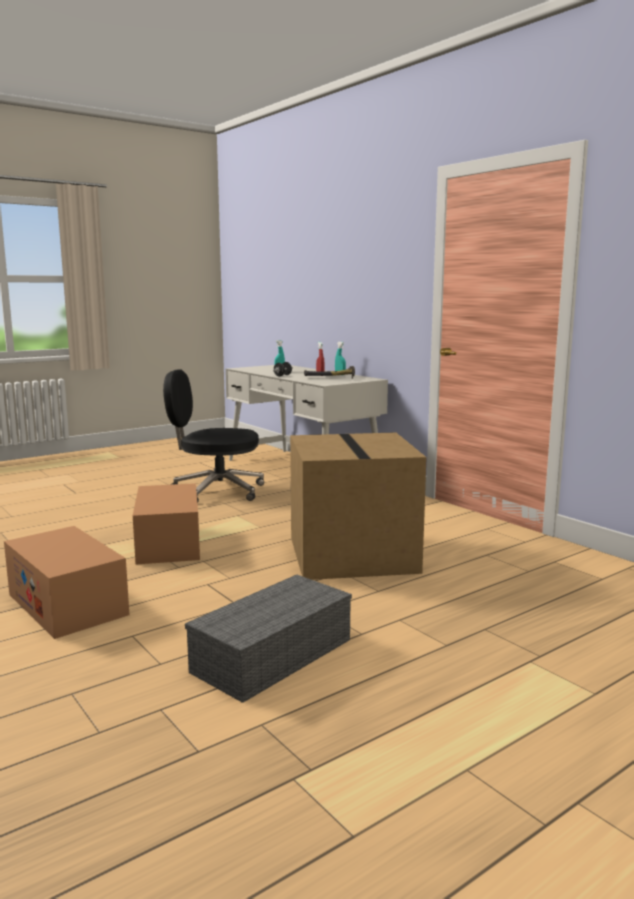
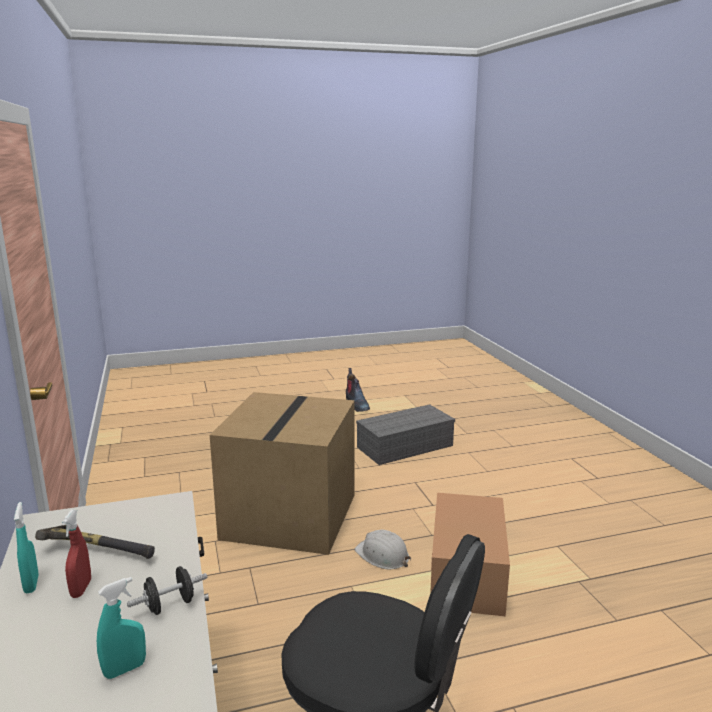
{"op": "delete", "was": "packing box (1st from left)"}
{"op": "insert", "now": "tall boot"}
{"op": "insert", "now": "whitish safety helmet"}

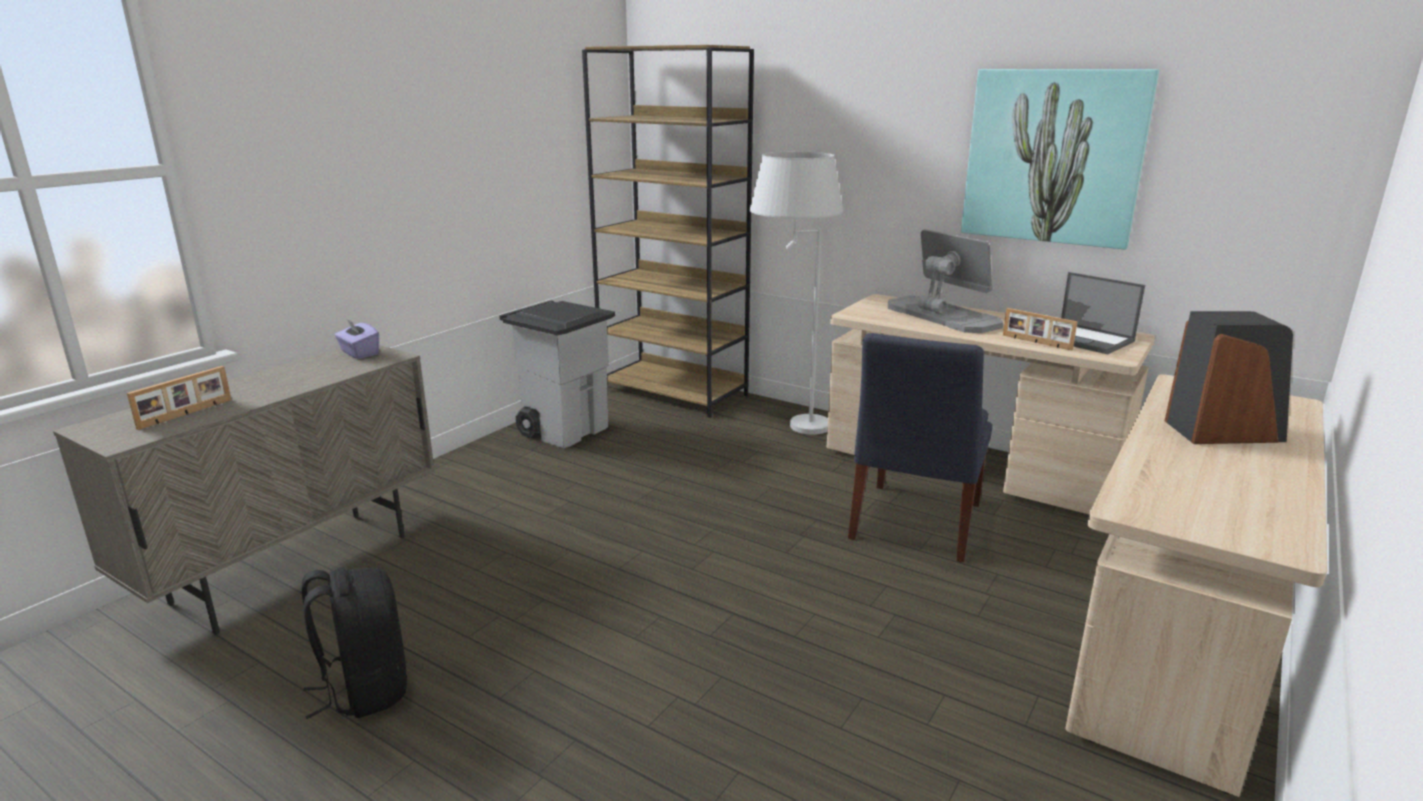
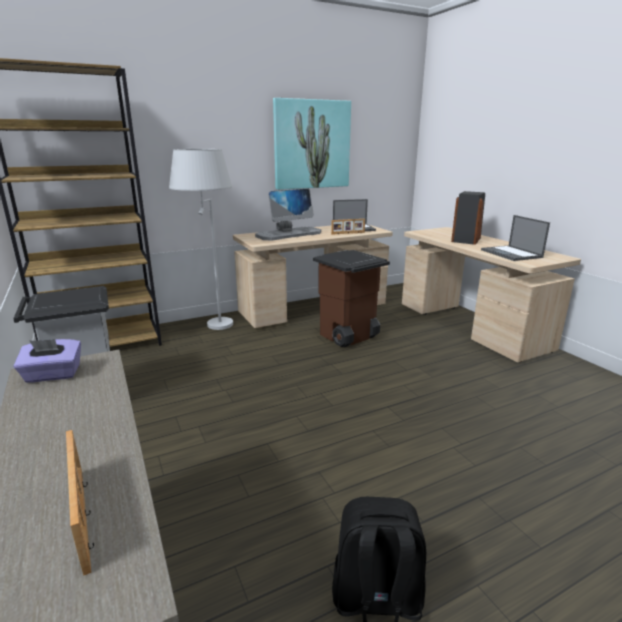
{"op": "insert", "now": "portable computer (2nd from left)"}
{"op": "replace", "was": "bluish upright chair", "now": "brownish trash can"}
{"op": "rotate", "was": "monitor", "clockwise": 150}

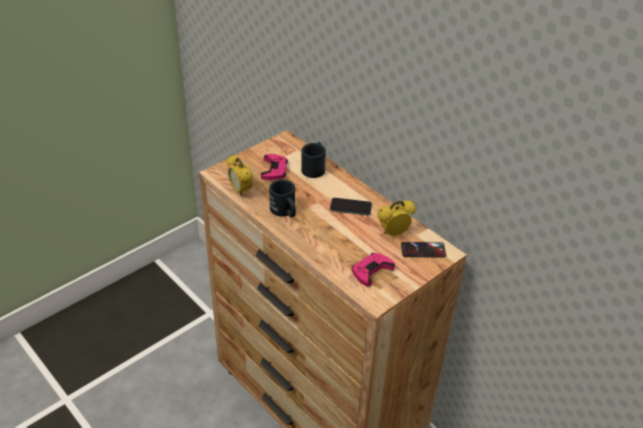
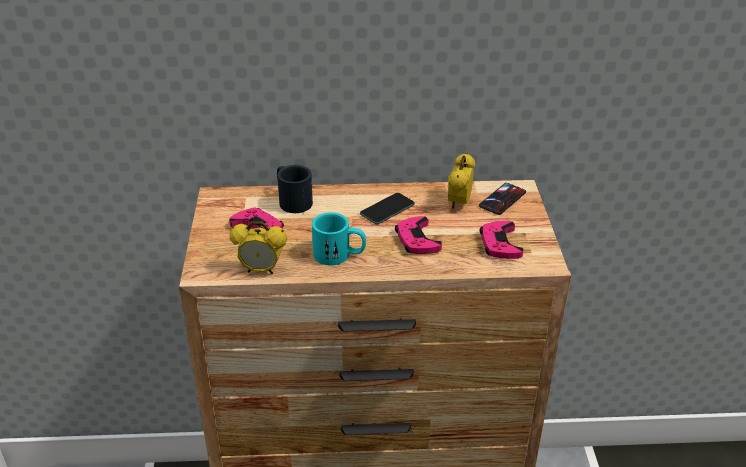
{"op": "insert", "now": "pinkish game controller (2nd from left)"}
{"op": "recolor", "was": "black-coloured tea mug (1st from left)", "now": "turquoise tea mug"}

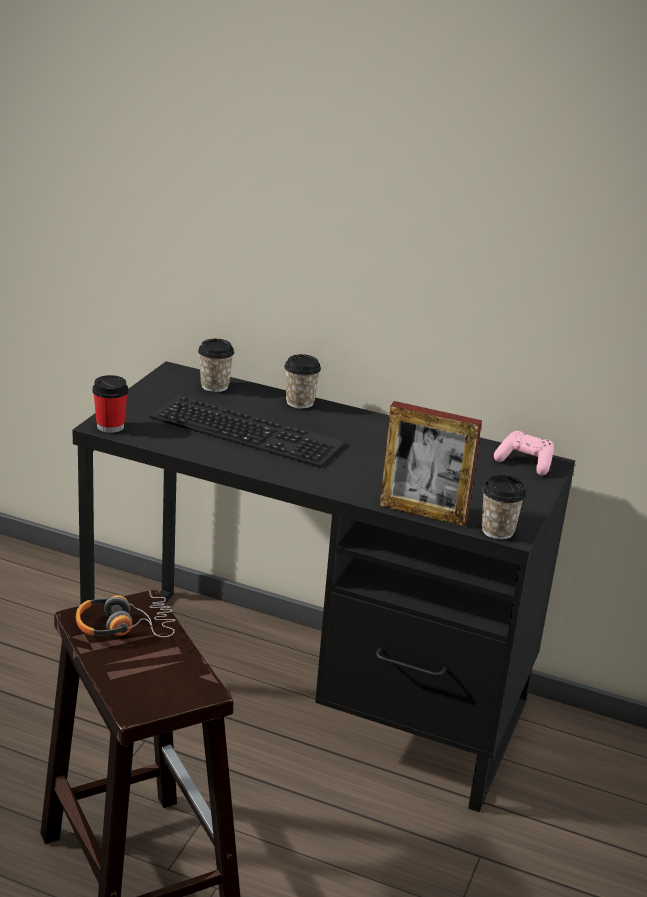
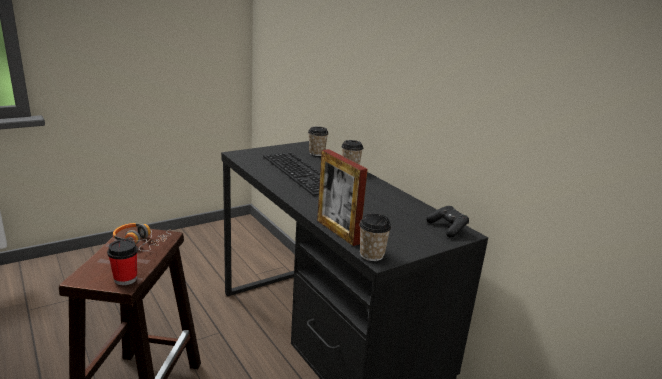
{"op": "move", "was": "drinking cup (1st from left)"}
{"op": "recolor", "was": "pinkish game controller", "now": "black-coloured game controller"}

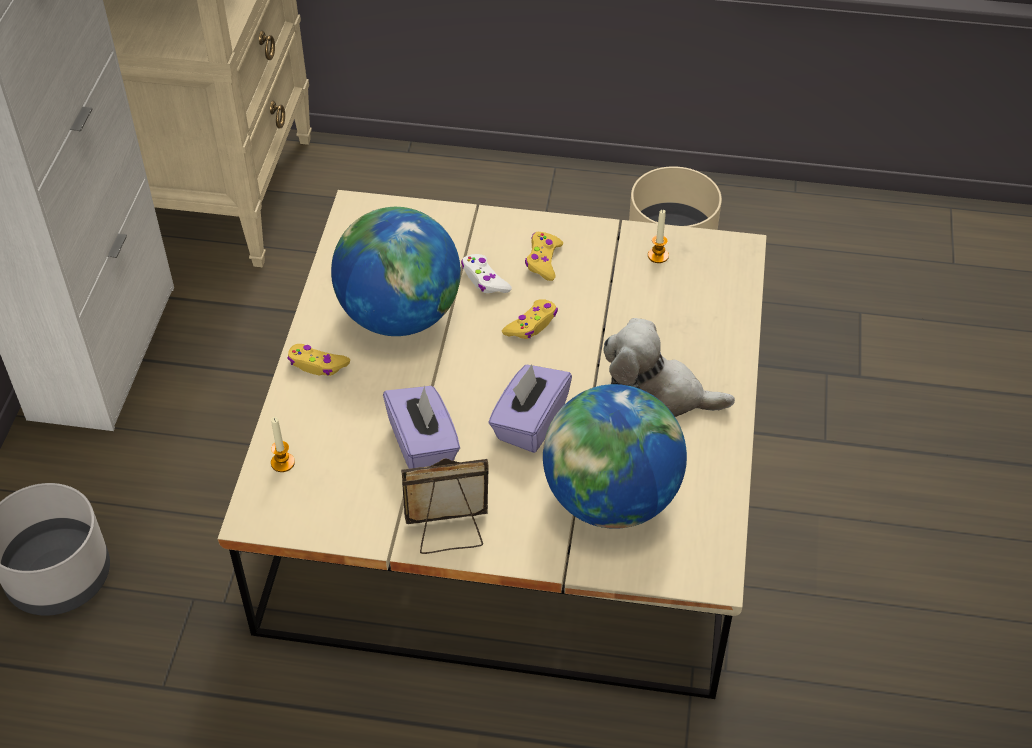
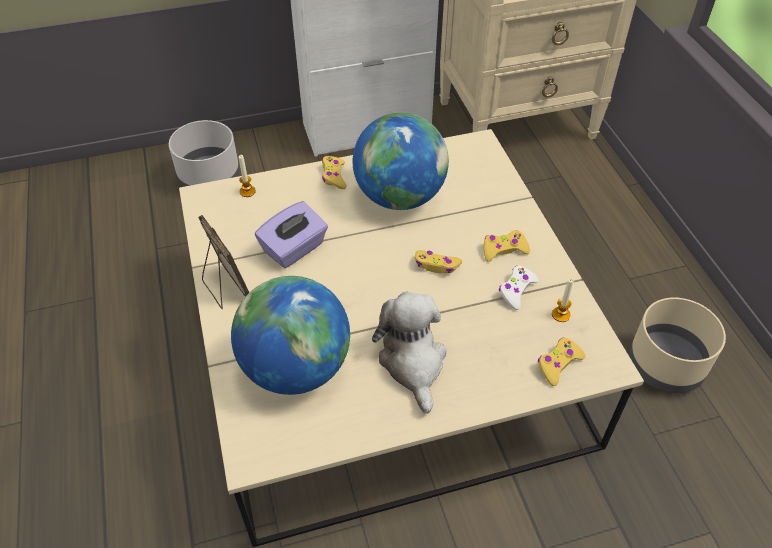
{"op": "delete", "was": "purplish tissue holder (2nd from left)"}
{"op": "insert", "now": "yellow-coloured game controller (4th from left)"}
{"op": "move", "was": "whitish game controller"}

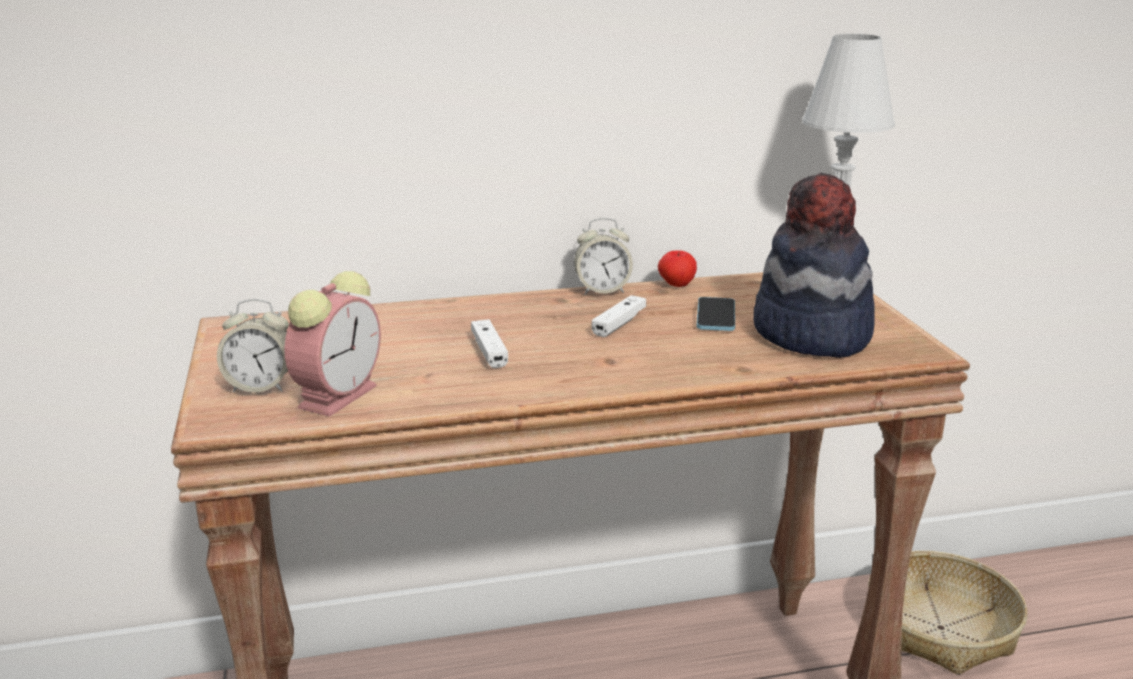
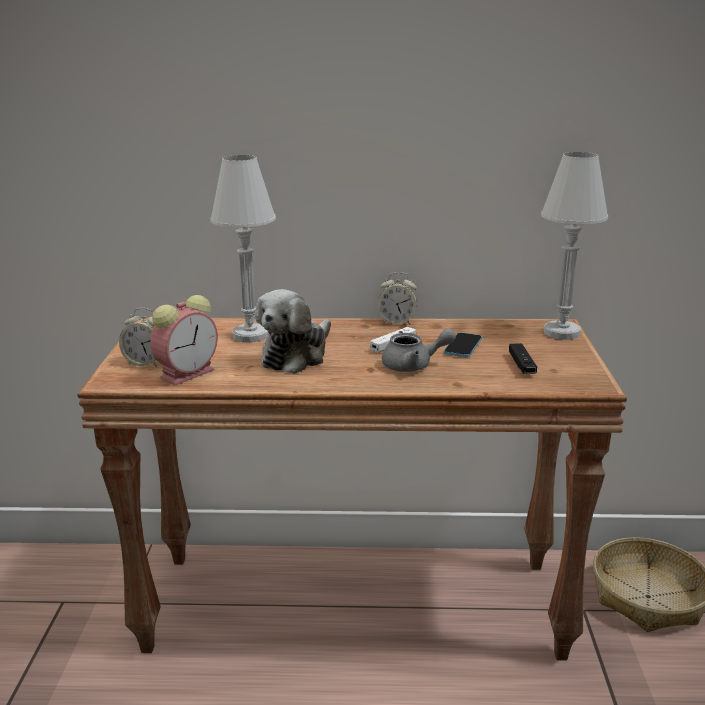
{"op": "delete", "was": "whole apple"}
{"op": "insert", "now": "whitish tabletop lamp (1st from left)"}
{"op": "insert", "now": "grey tea pot"}
{"op": "replace", "was": "whitish game controller (1st from left)", "now": "cuddly toy"}
{"op": "replace", "was": "hat", "now": "black-coloured game controller"}

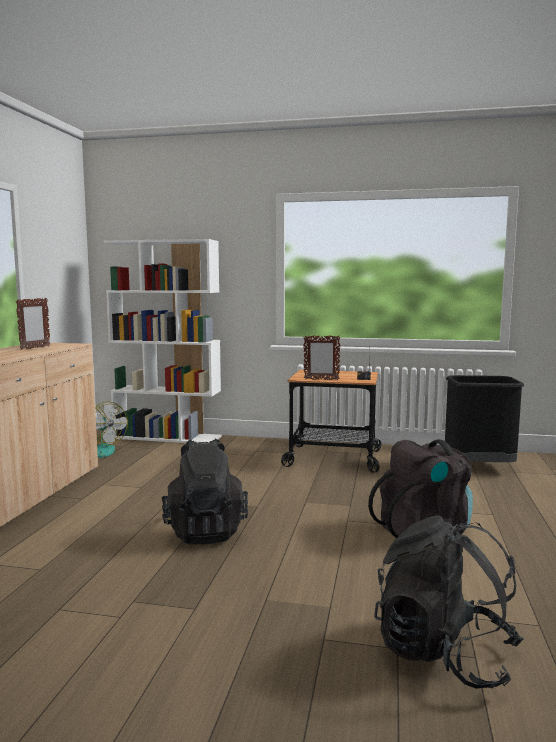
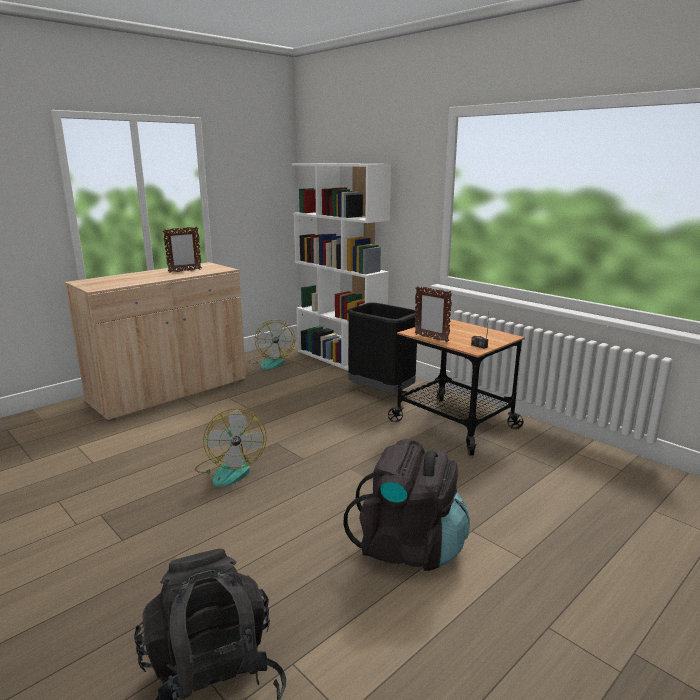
{"op": "move", "was": "black-coloured trash can"}
{"op": "replace", "was": "black-coloured knapsack (1st from left)", "now": "cooling fan (1st from left)"}

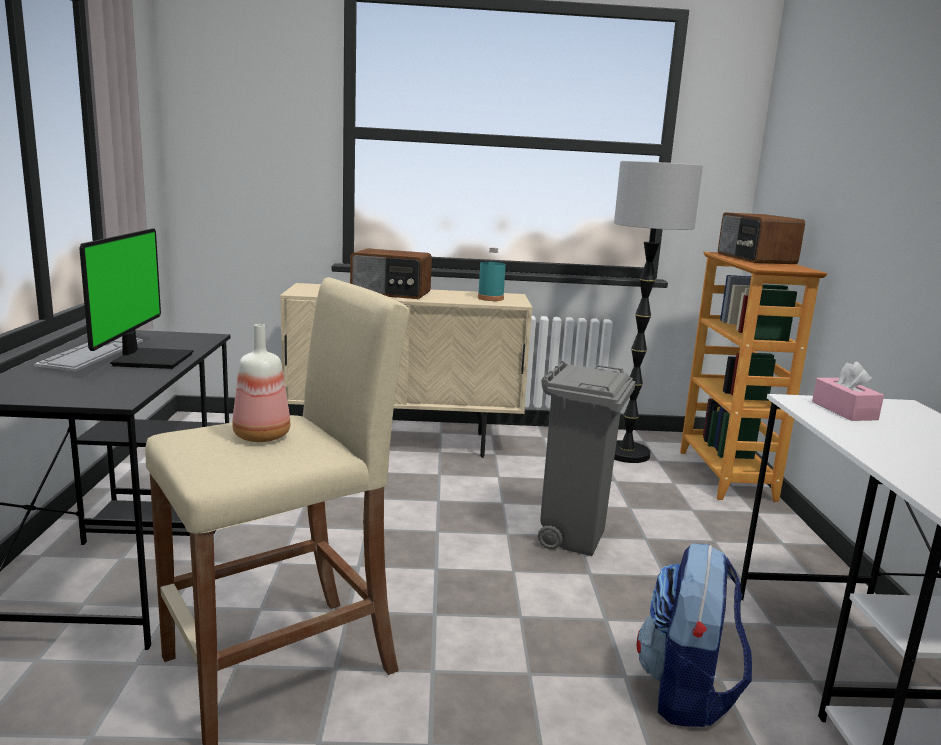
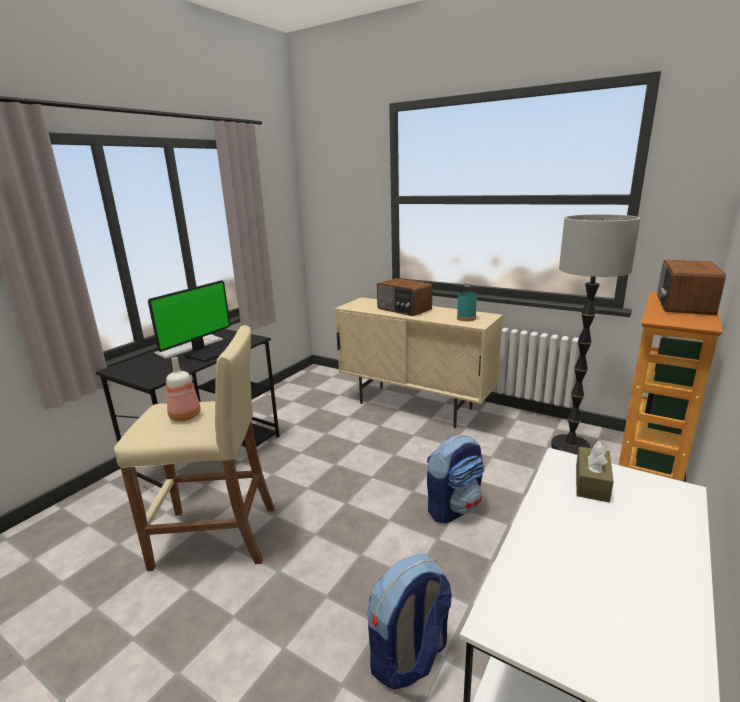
{"op": "replace", "was": "grey trash can", "now": "knapsack (2nd from left)"}
{"op": "recolor", "was": "pinkish tissue holder", "now": "brownish tissue holder"}

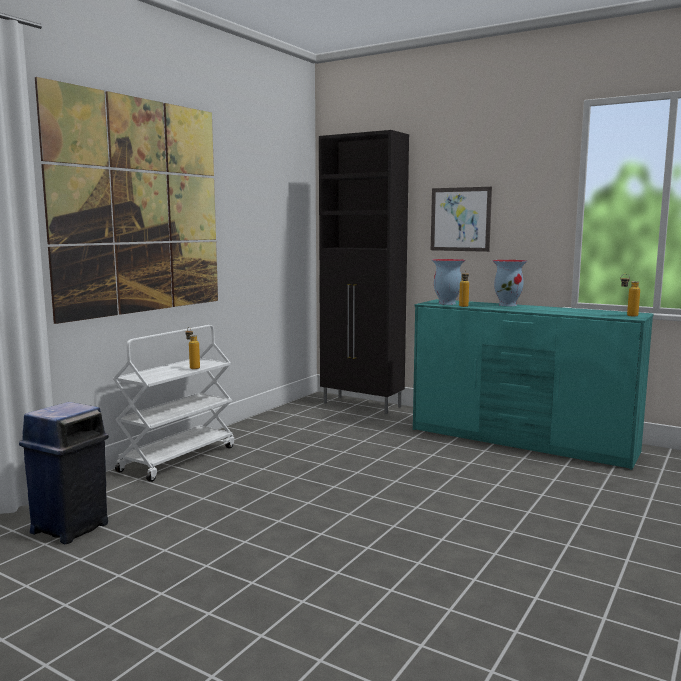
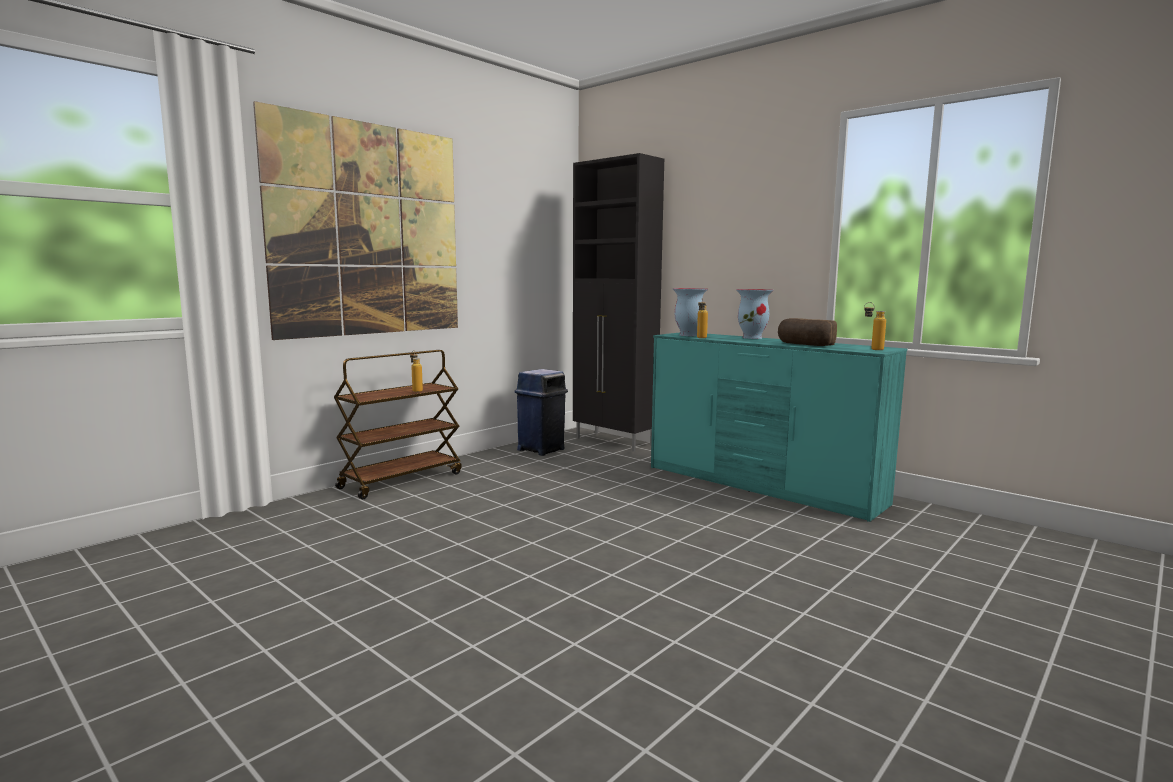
{"op": "delete", "was": "wall art (2nd from left)"}
{"op": "insert", "now": "bakery bread"}
{"op": "move", "was": "bluish trash can"}
{"op": "recolor", "was": "whitish wheeled cart", "now": "brownish wheeled cart"}

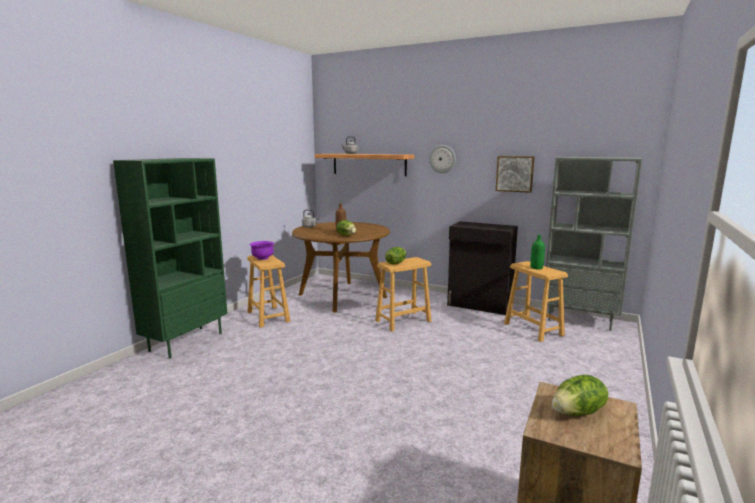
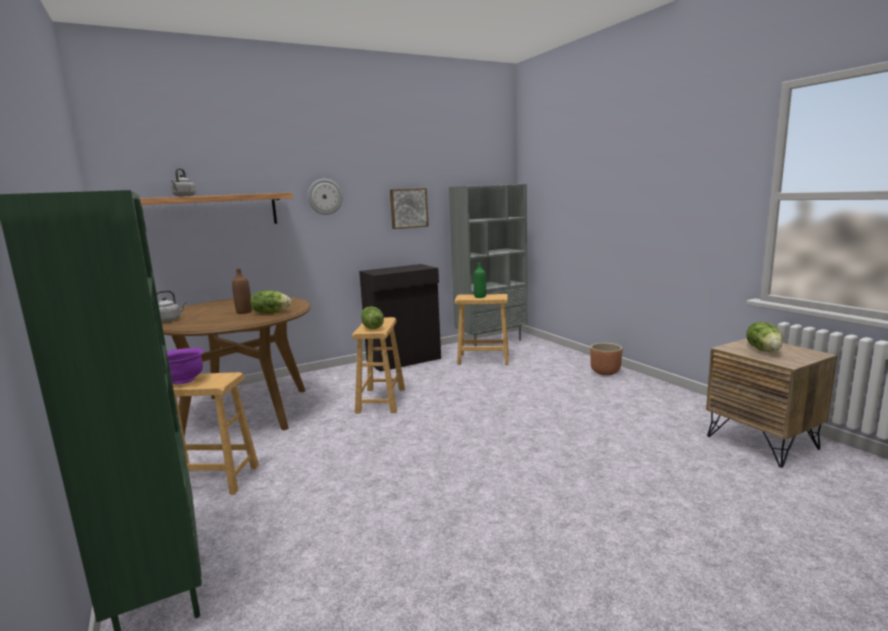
{"op": "insert", "now": "brownish plant pot"}

